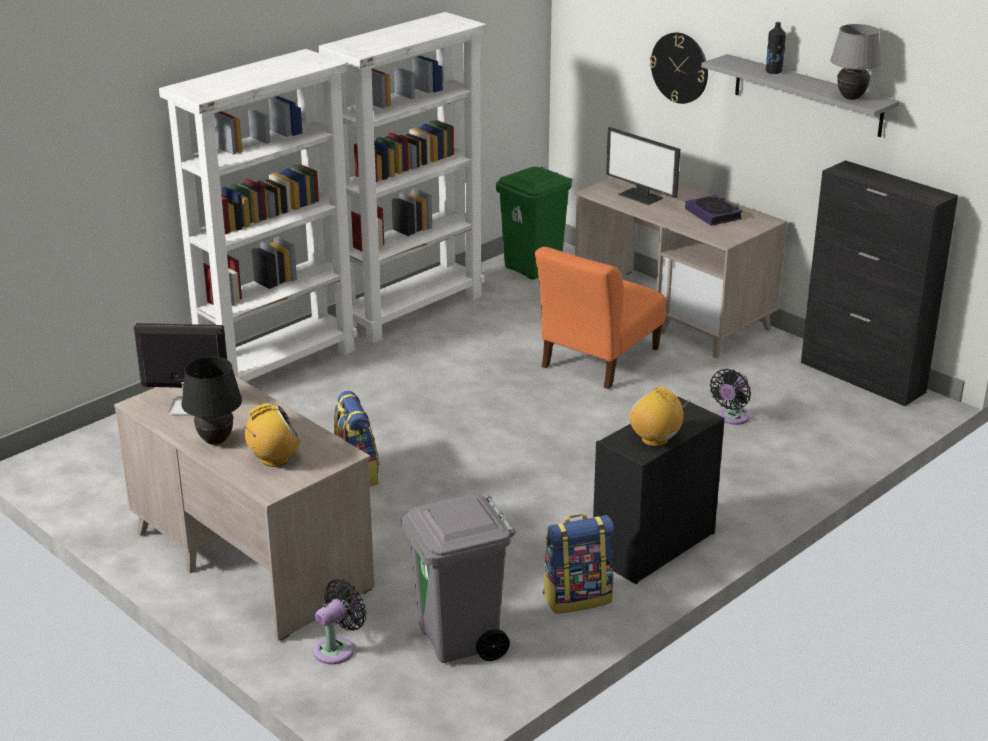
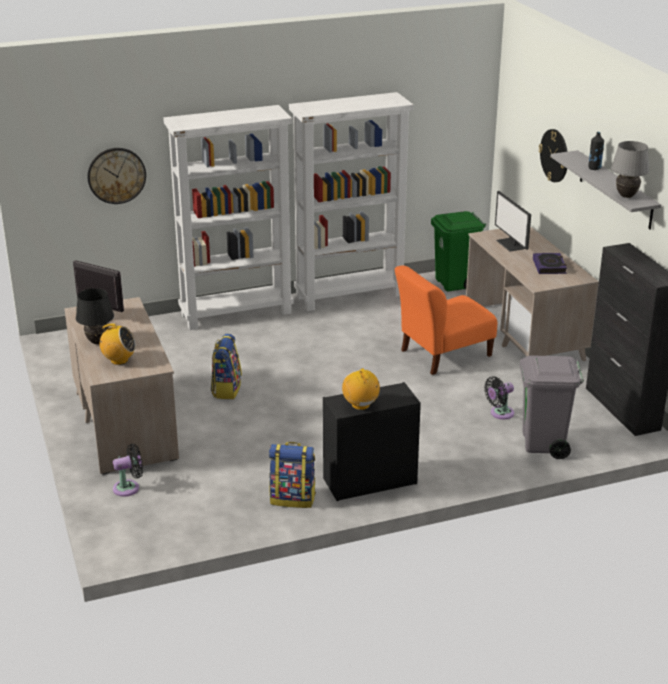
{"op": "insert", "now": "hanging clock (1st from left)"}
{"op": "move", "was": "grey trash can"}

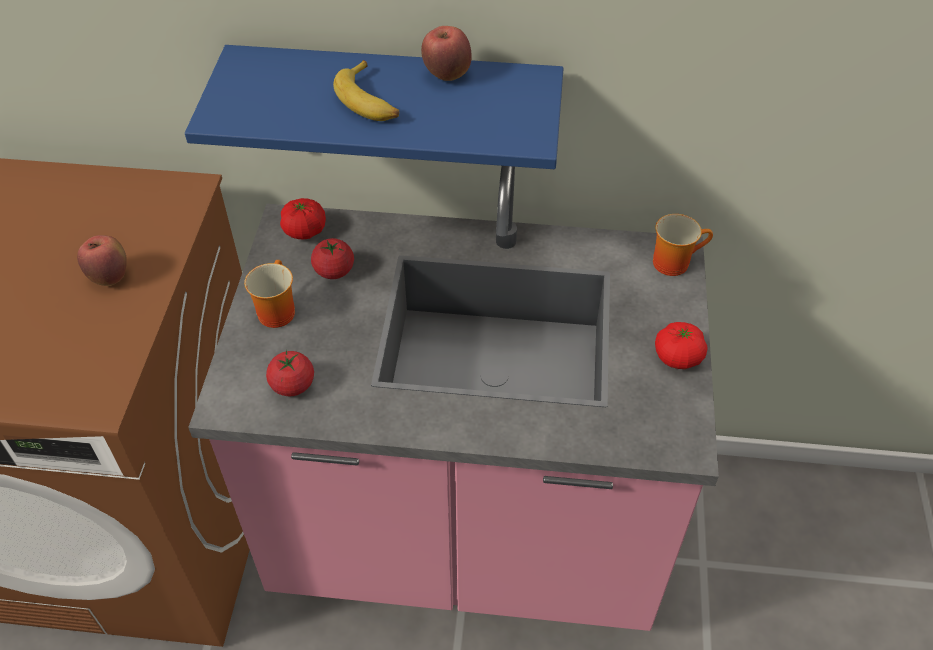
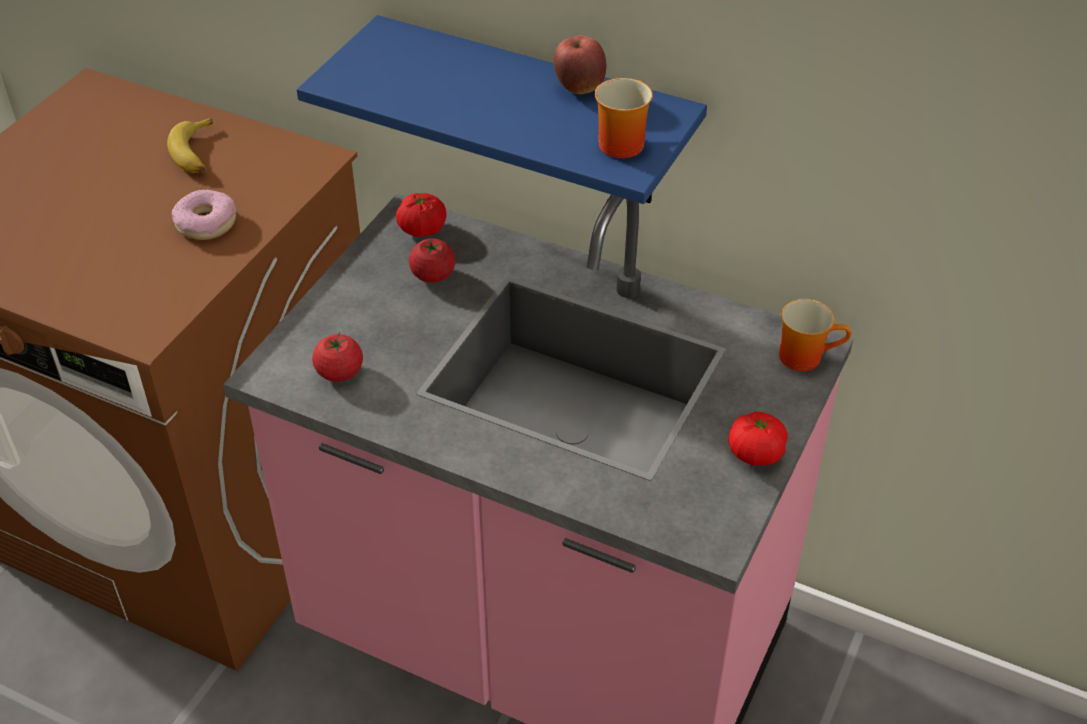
{"op": "move", "was": "tea mug (1st from left)"}
{"op": "move", "was": "whole banana"}
{"op": "replace", "was": "whole apple (1st from left)", "now": "ring doughnut"}

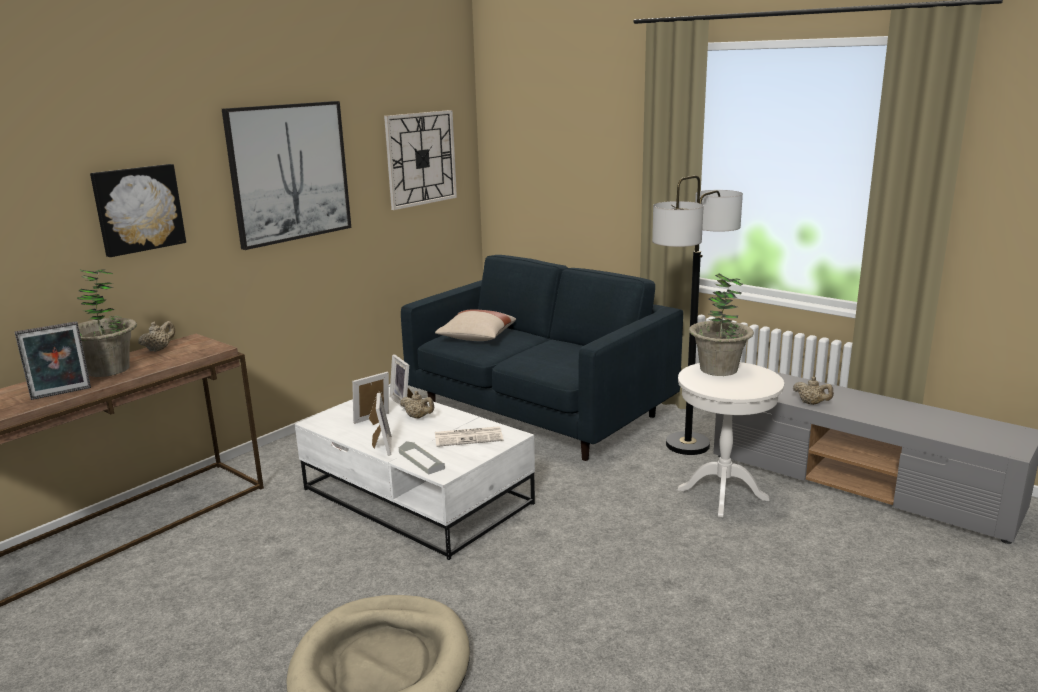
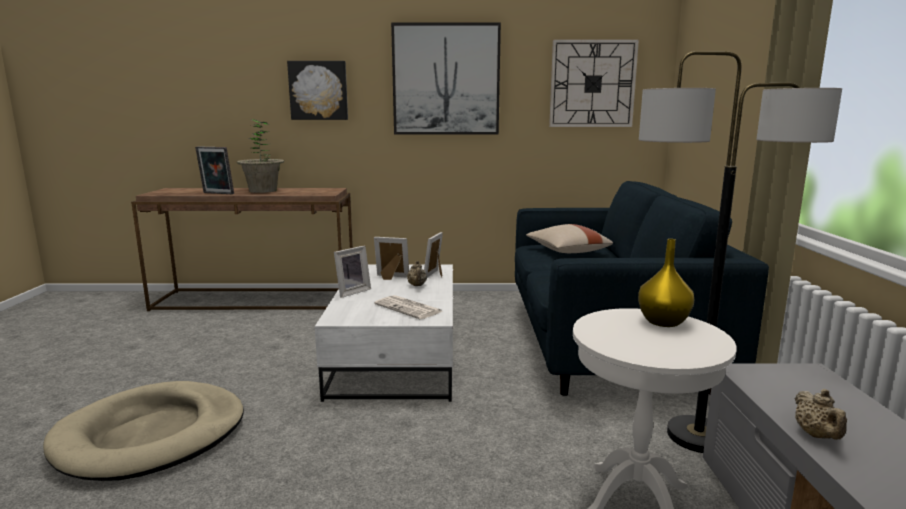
{"op": "delete", "was": "beige-coloured tea pot (1st from left)"}
{"op": "delete", "was": "grey tray"}
{"op": "replace", "was": "potted plant (2nd from left)", "now": "yellow-coloured decorative vase"}

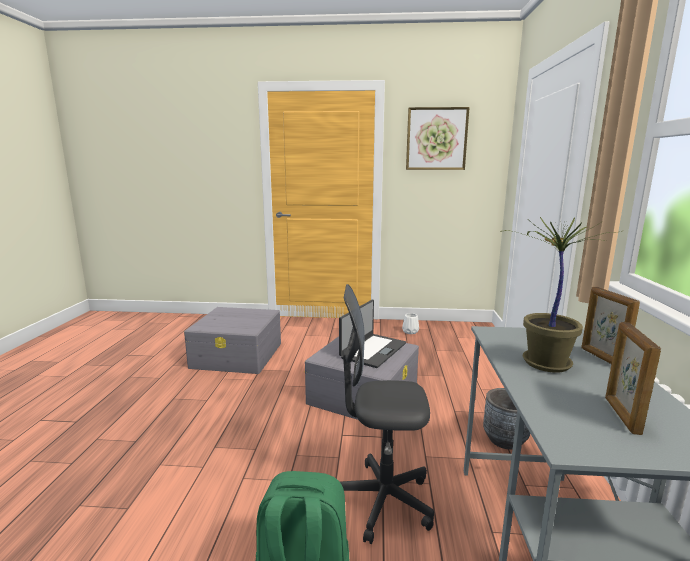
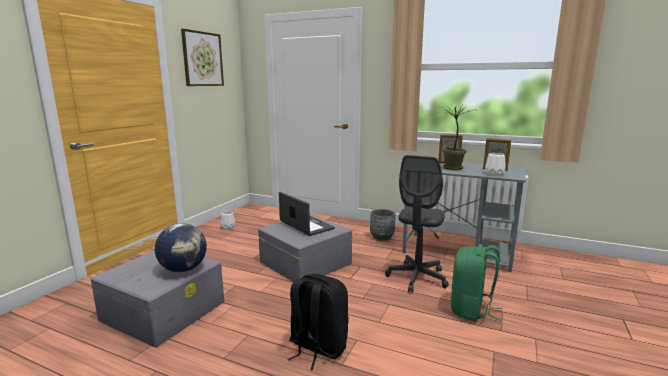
{"op": "insert", "now": "world globe"}
{"op": "insert", "now": "black-coloured knapsack"}
{"op": "insert", "now": "whitish decorative vase (2nd from left)"}

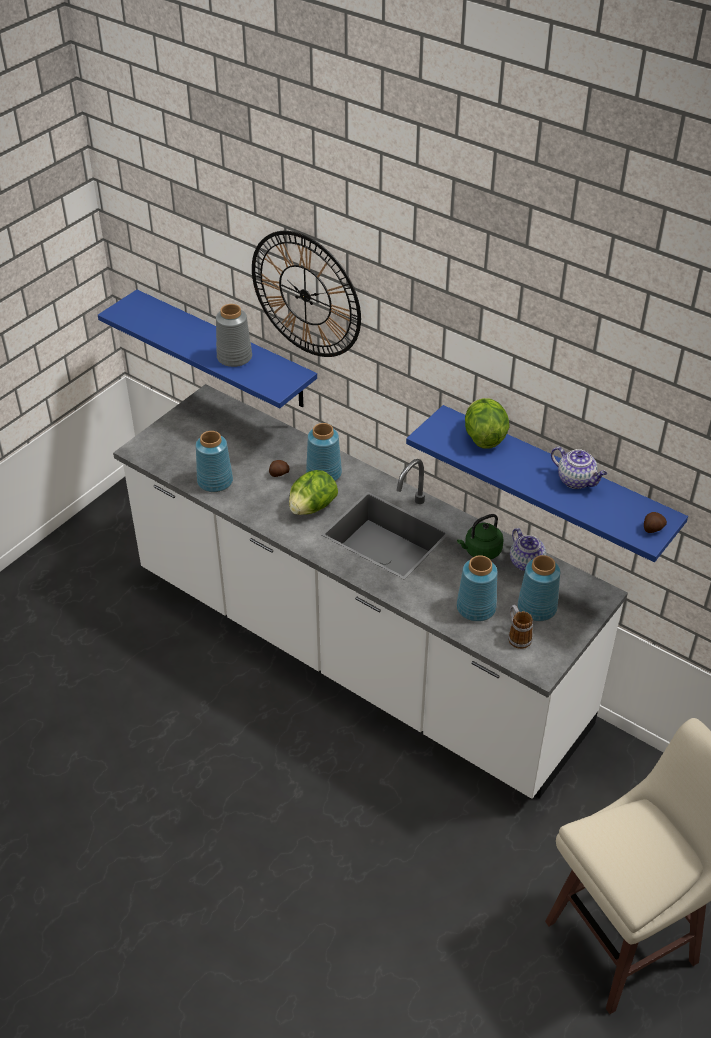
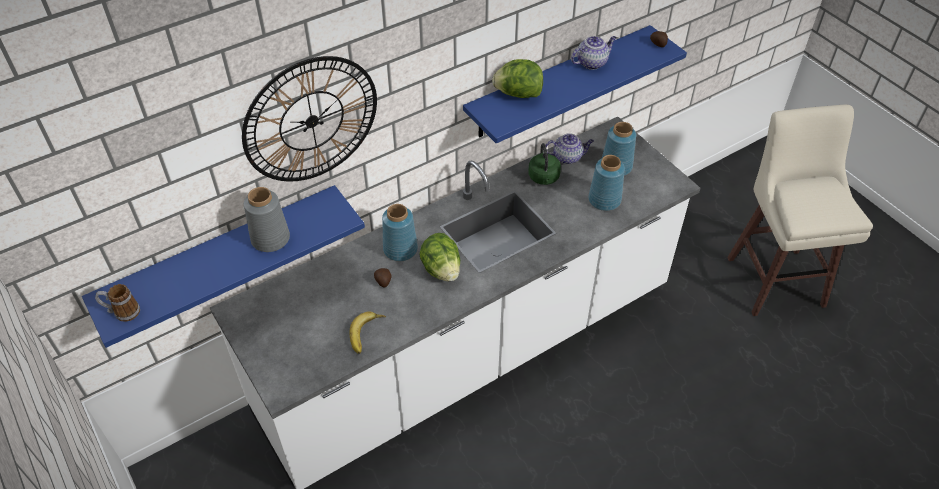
{"op": "move", "was": "tea mug"}
{"op": "replace", "was": "bluish decorative vase (1st from left)", "now": "whole banana"}

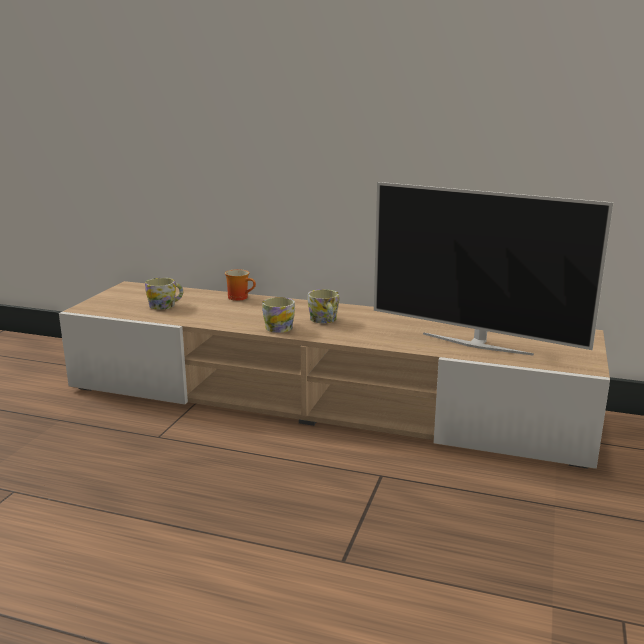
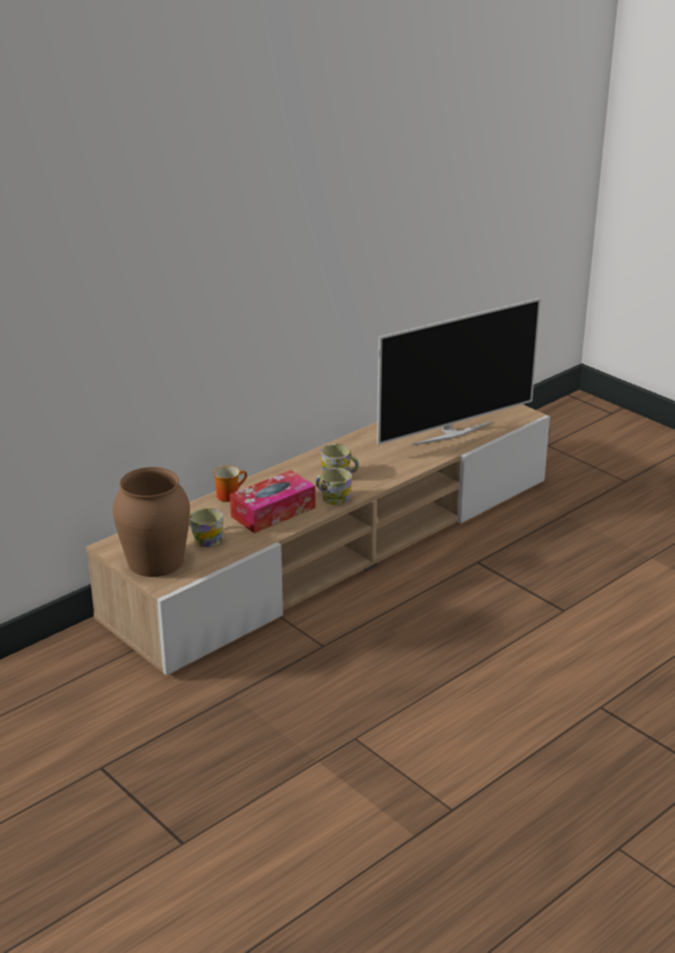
{"op": "insert", "now": "brownish decorative vase"}
{"op": "insert", "now": "tissue holder"}

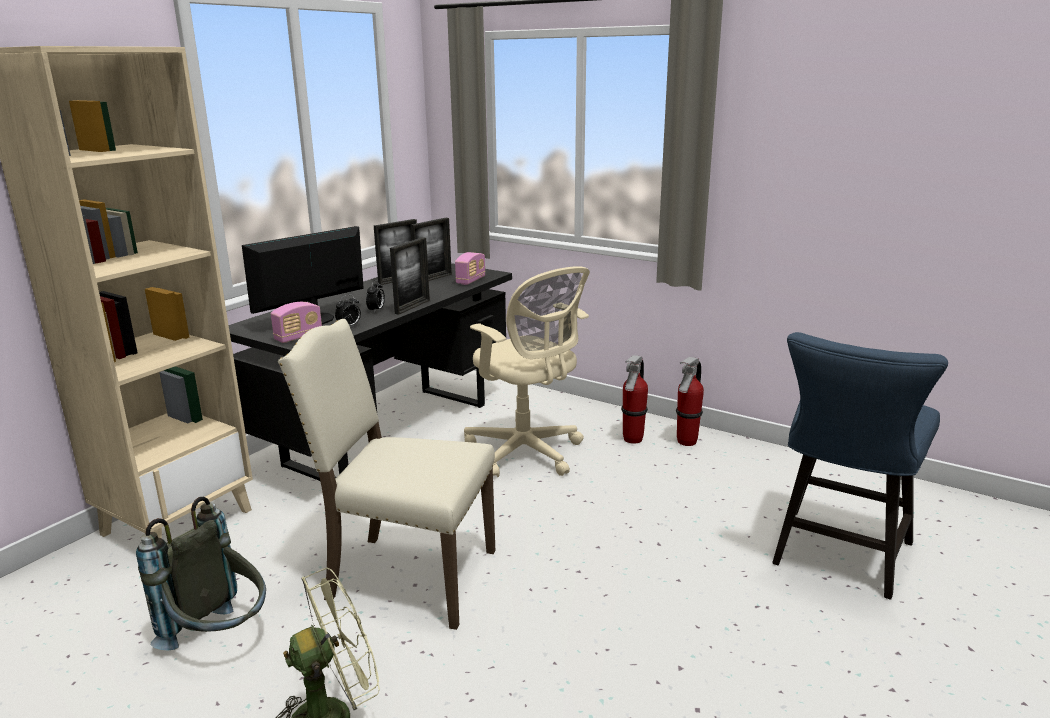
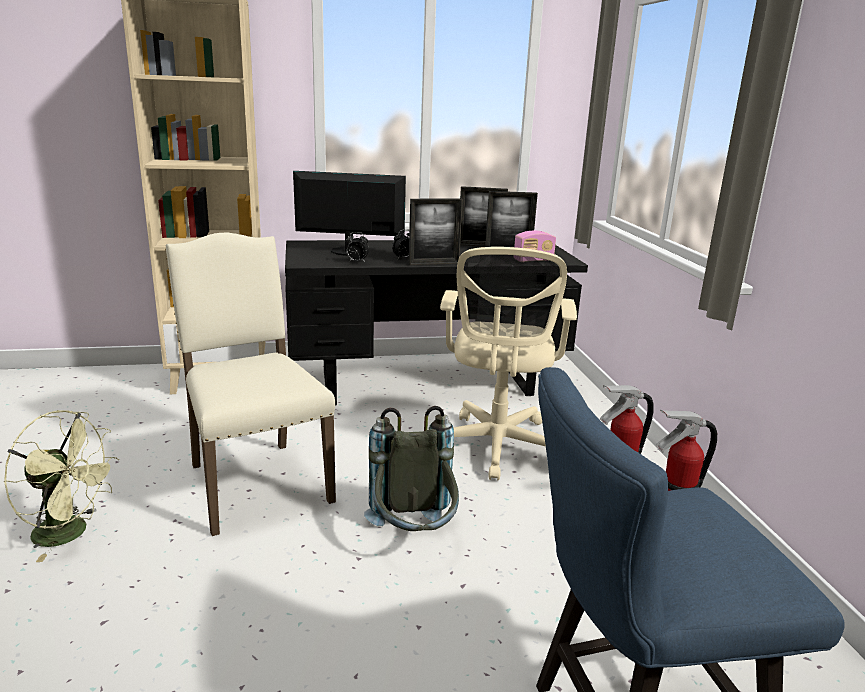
{"op": "delete", "was": "radio (1st from left)"}
{"op": "move", "was": "grey knapsack"}

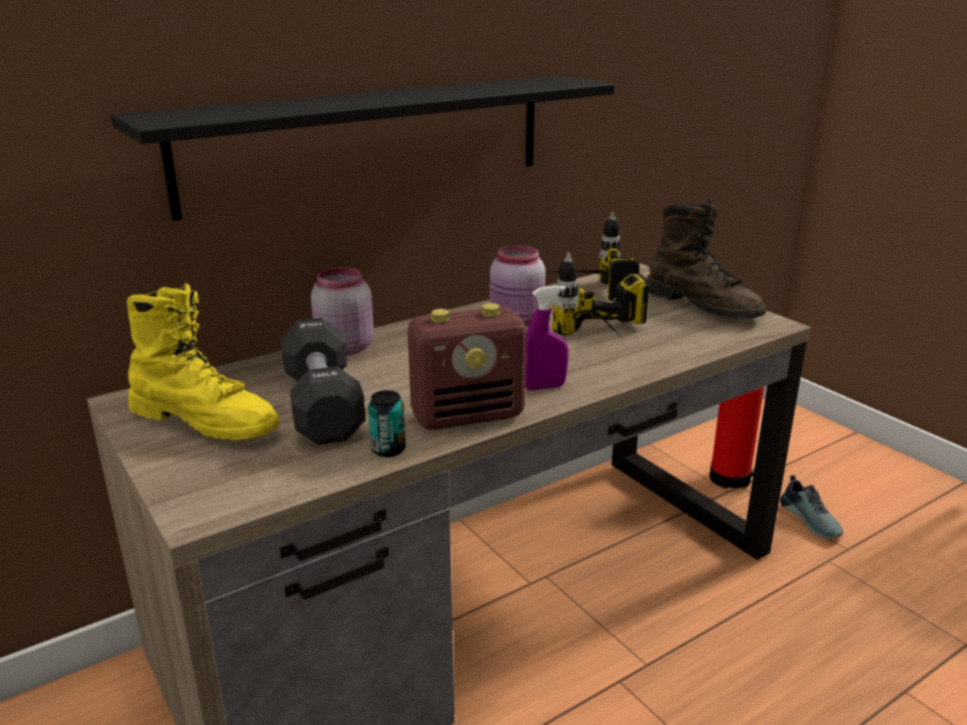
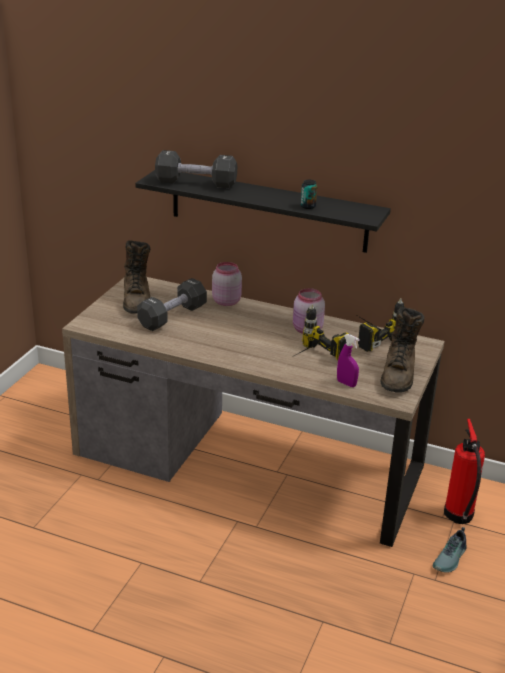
{"op": "delete", "was": "radio"}
{"op": "insert", "now": "black-coloured free weight (2nd from left)"}
{"op": "move", "was": "metal can"}
{"op": "move", "was": "purplish sprayer"}
{"op": "recolor", "was": "yellow-coloured tall boot", "now": "brownish tall boot (1st from left)"}

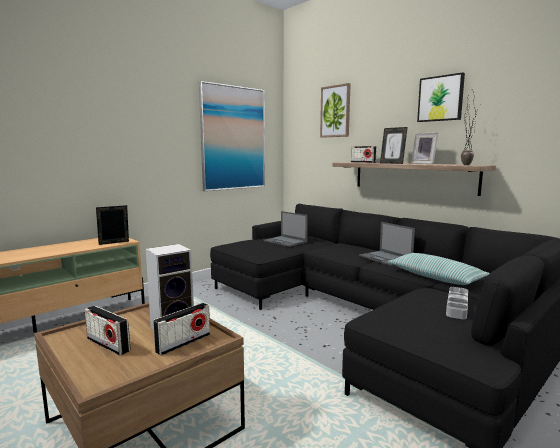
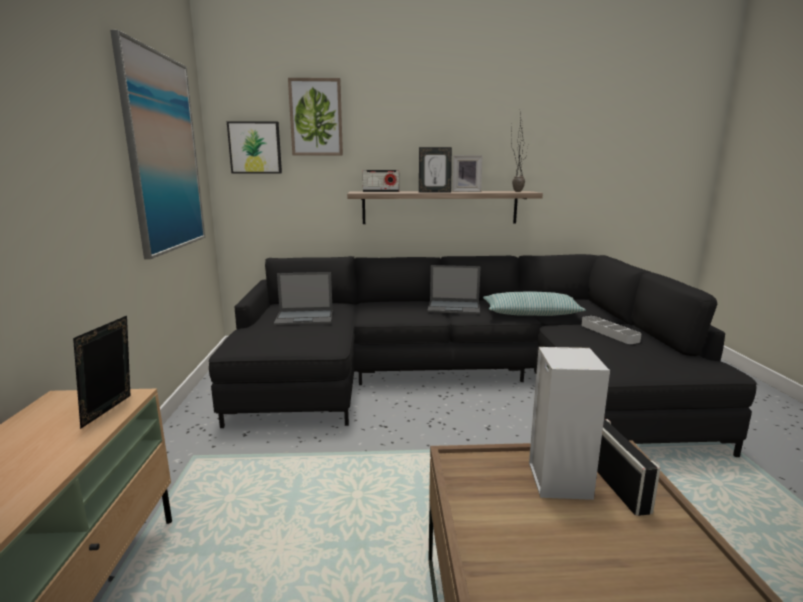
{"op": "delete", "was": "radio (1st from left)"}
{"op": "move", "was": "wall art (3rd from left in the first image)", "now": "wall art (2nd from left)"}

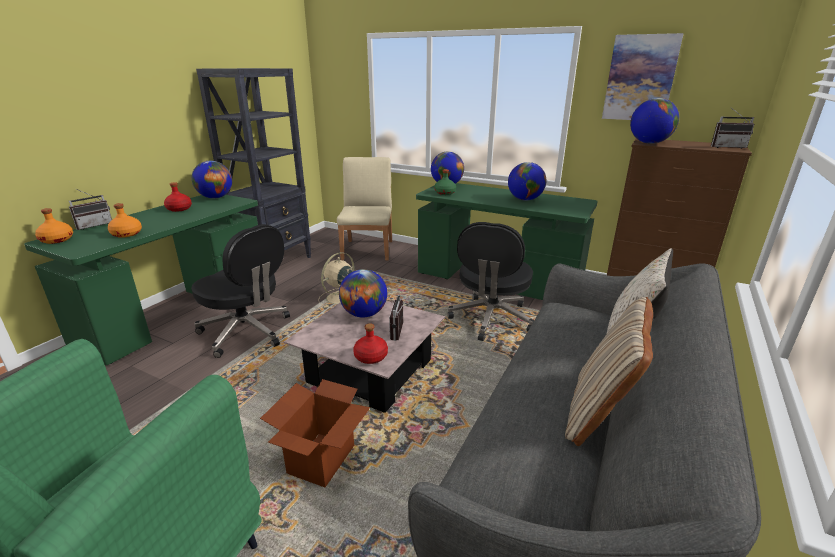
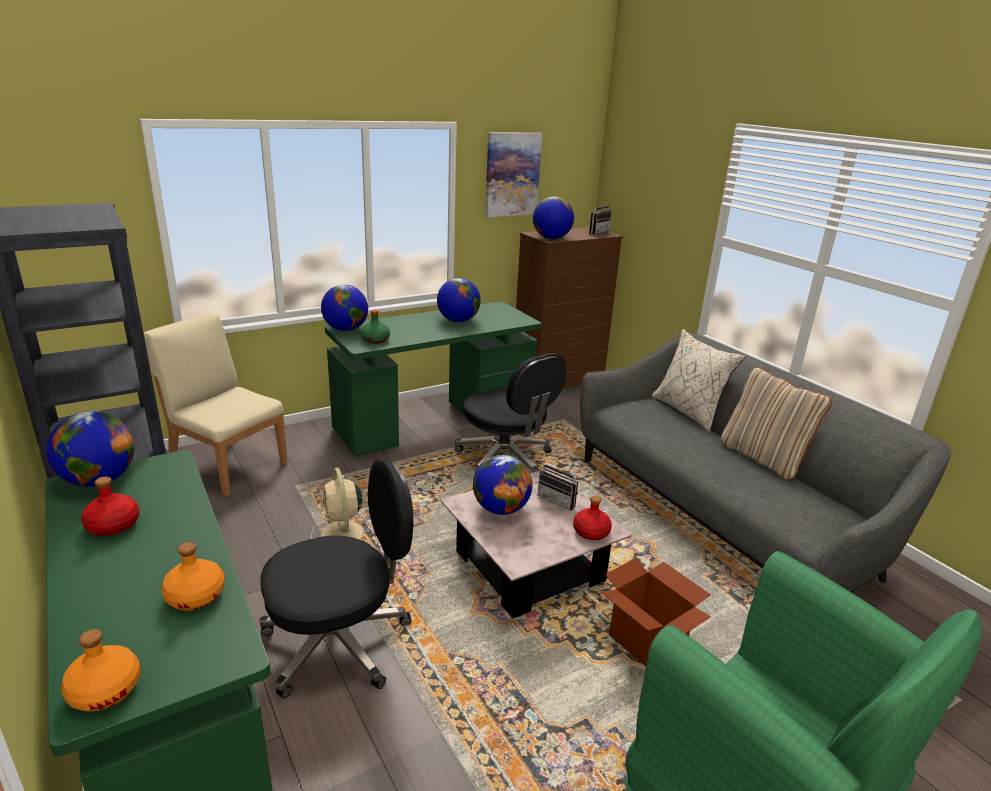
{"op": "delete", "was": "radio (1st from left)"}

